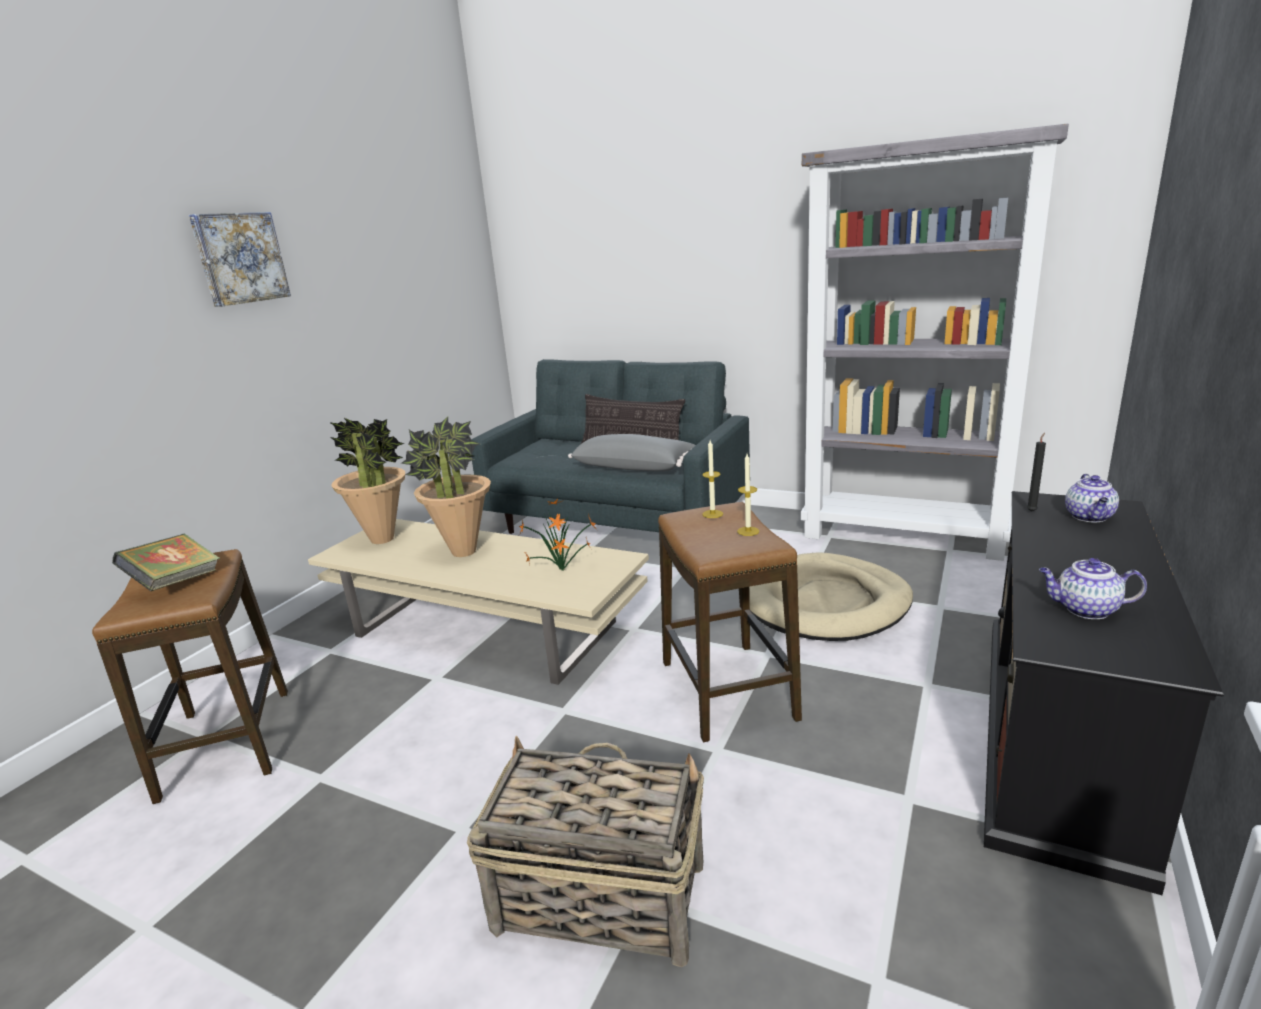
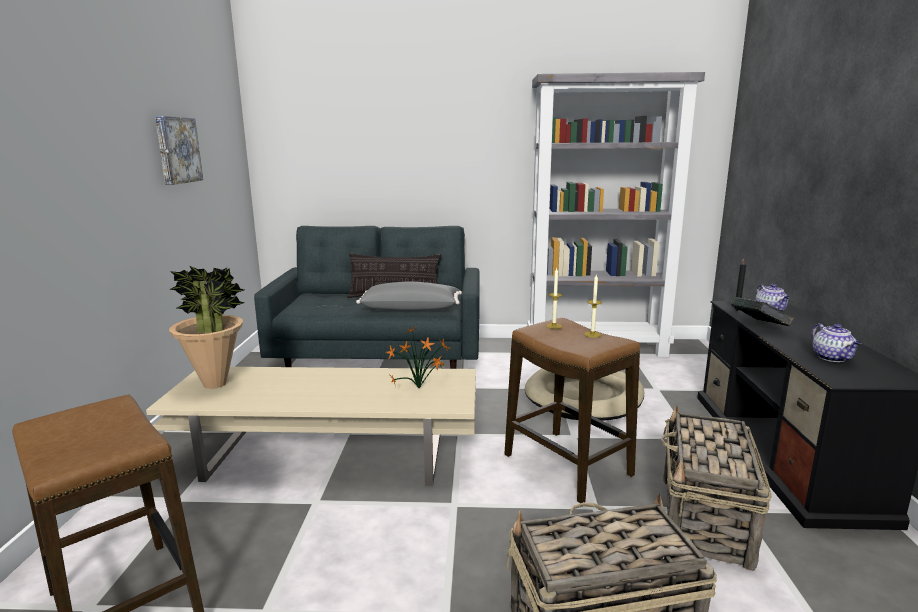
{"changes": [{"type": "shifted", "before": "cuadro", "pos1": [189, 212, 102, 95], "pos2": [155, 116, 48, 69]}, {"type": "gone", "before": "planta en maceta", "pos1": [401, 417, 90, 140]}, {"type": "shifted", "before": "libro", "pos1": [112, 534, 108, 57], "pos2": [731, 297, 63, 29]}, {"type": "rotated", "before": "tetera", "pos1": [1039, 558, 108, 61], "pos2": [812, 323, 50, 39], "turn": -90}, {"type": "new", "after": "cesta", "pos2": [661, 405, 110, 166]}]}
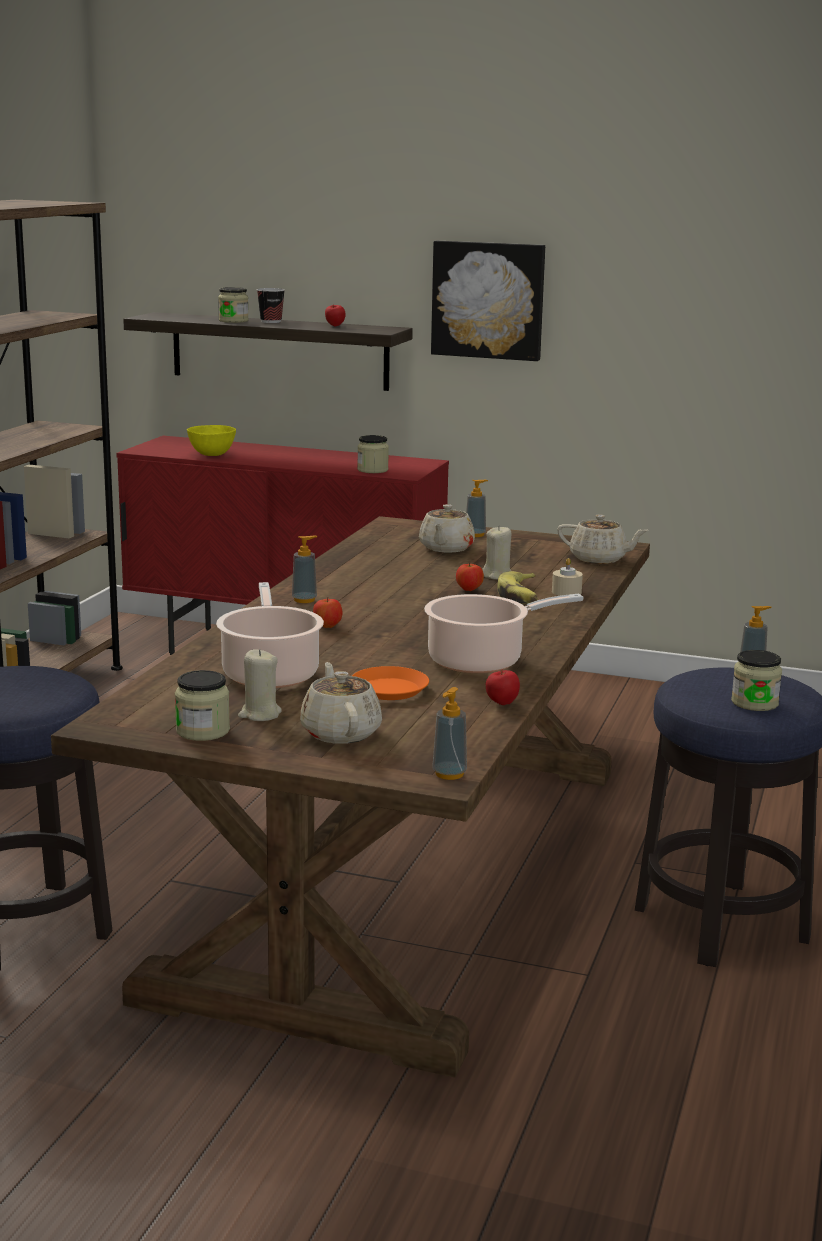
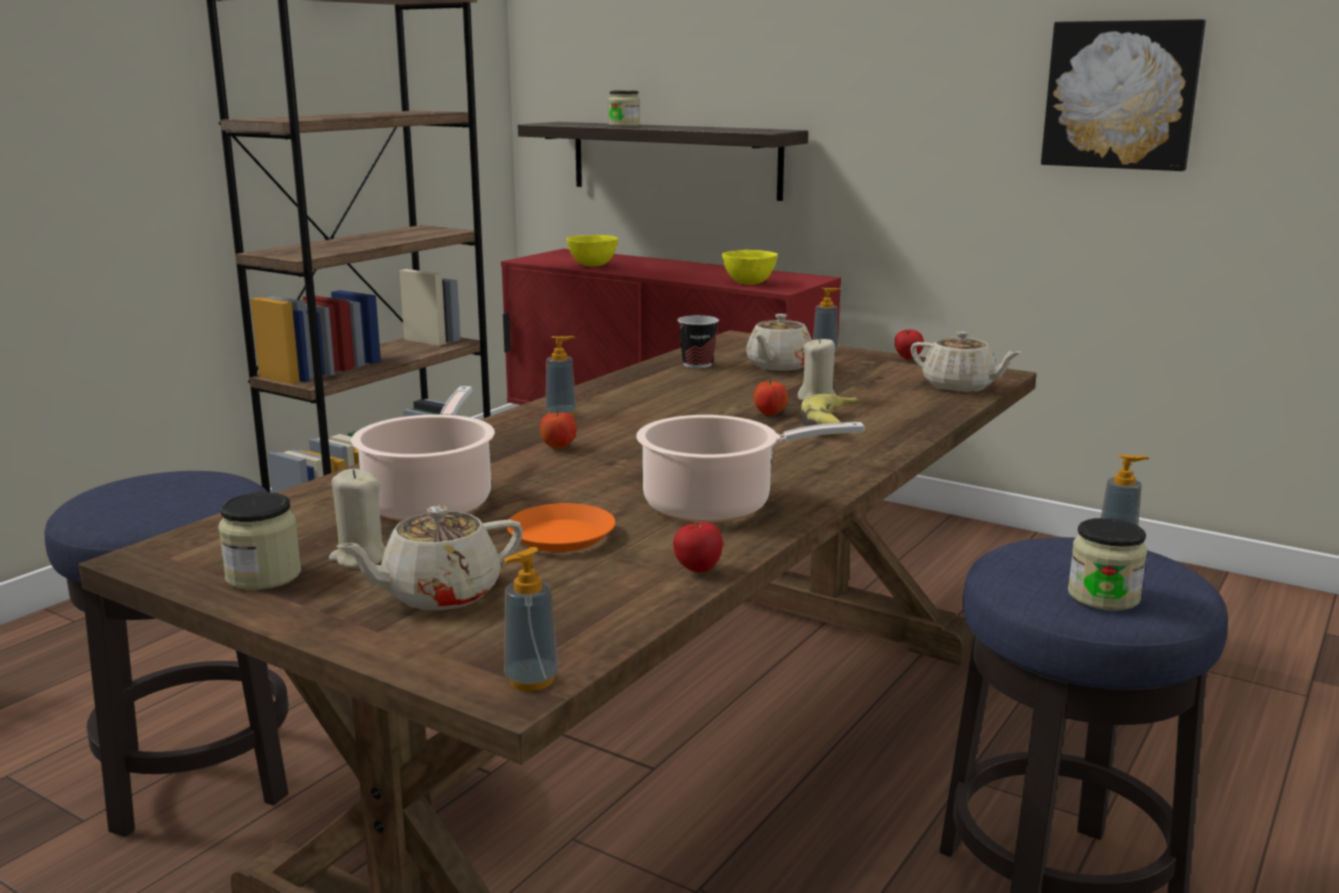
{"changes": [{"type": "shifted", "before": "cuadro", "pos1": [431, 241, 114, 120], "pos2": [1041, 19, 165, 152]}, {"type": "shifted", "before": "taza", "pos1": [256, 288, 29, 35], "pos2": [677, 315, 42, 53]}, {"type": "shifted", "before": "manzana", "pos1": [325, 305, 20, 22], "pos2": [895, 330, 29, 30]}, {"type": "swapped", "before": "tarro", "after": "cuenco [amarillo]", "pos1": [357, 435, 32, 38], "pos2": [722, 250, 56, 35]}, {"type": "gone", "before": "vela [beis]", "pos1": [552, 558, 31, 38]}, {"type": "rotated", "before": "tetera [beis]", "pos1": [300, 662, 82, 82], "pos2": [336, 506, 187, 105], "turn": -120}]}
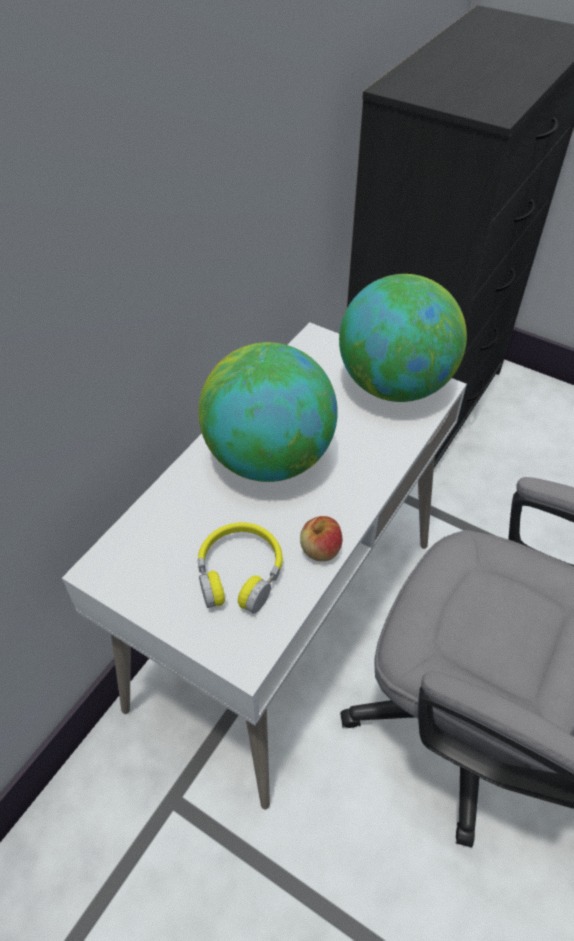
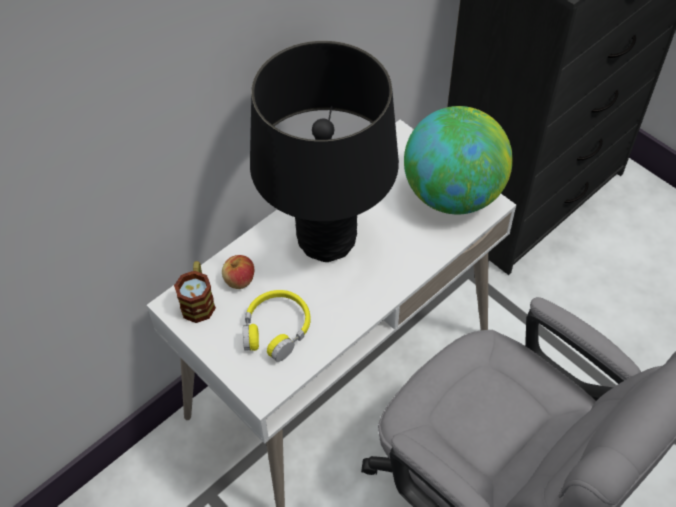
{"changes": [{"type": "swapped", "before": "globo terráqueo", "after": "lámpara de mesa [negro]", "pos1": [198, 342, 140, 140], "pos2": [250, 41, 149, 221]}, {"type": "shifted", "before": "manzana", "pos1": [300, 516, 42, 45], "pos2": [222, 255, 32, 34]}, {"type": "new", "after": "taza grande", "pos2": [174, 261, 42, 62]}]}
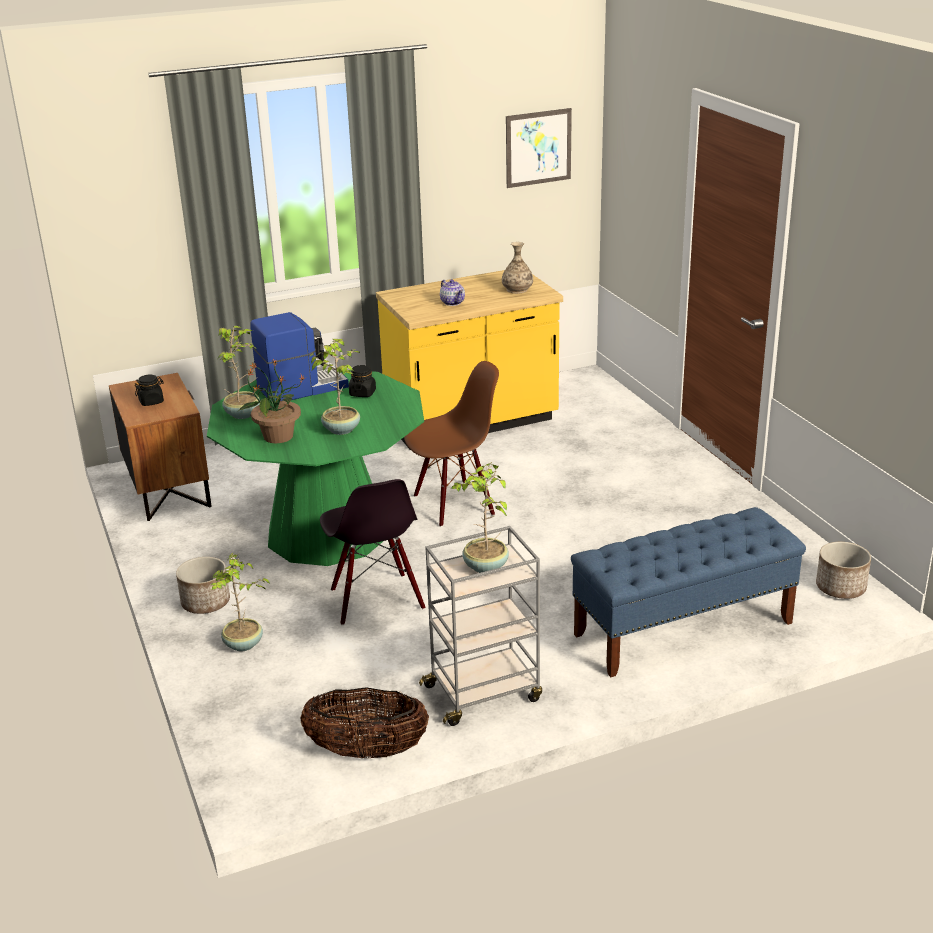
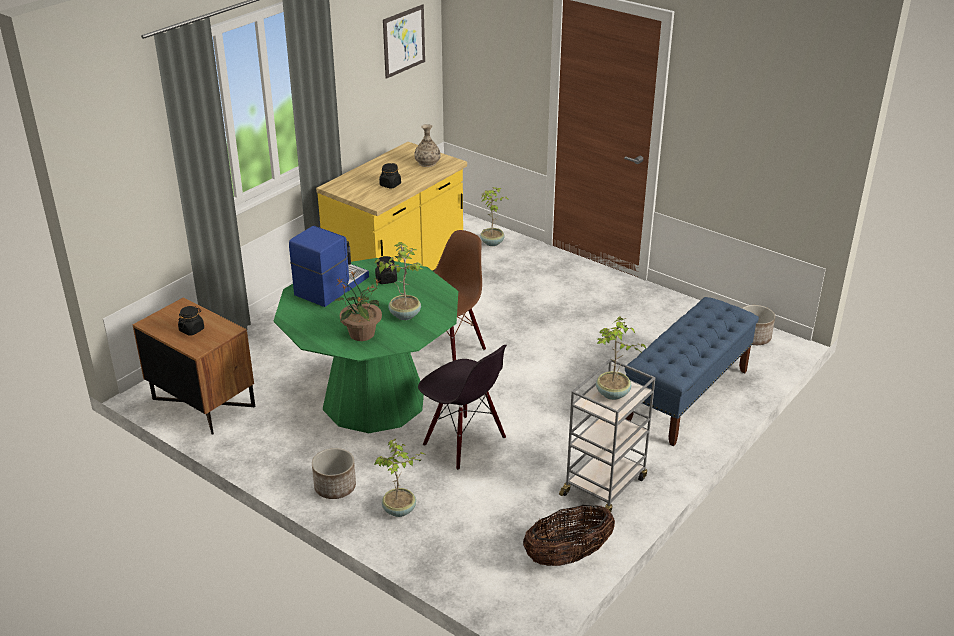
{"changes": [{"type": "swapped", "before": "tetera", "after": "tarro [negro]", "pos1": [440, 279, 25, 27], "pos2": [379, 163, 22, 26]}, {"type": "shifted", "before": "planta en maceta", "pos1": [218, 326, 42, 93], "pos2": [480, 187, 29, 59]}]}
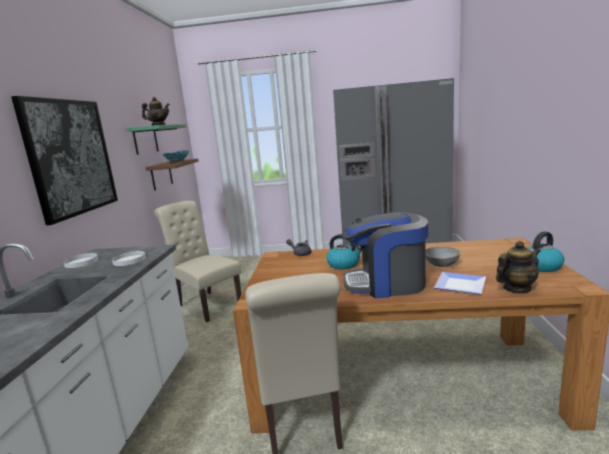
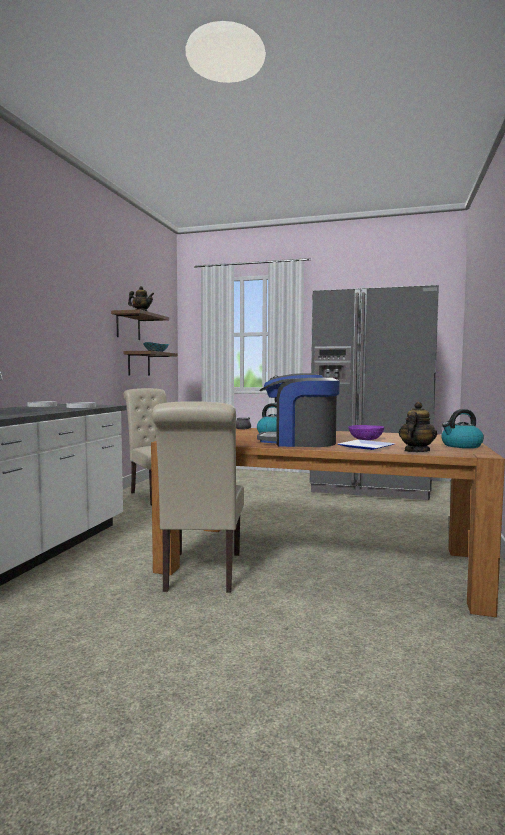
{"changes": [{"type": "gone", "before": "cuadro", "pos1": [11, 96, 107, 129]}, {"type": "repainted", "before": "estante [verde]", "after": "estante [marrón]", "pos1": [127, 124, 59, 31], "pos2": [111, 309, 58, 31]}, {"type": "rotated", "before": "tetera", "pos1": [496, 241, 45, 52], "pos2": [399, 402, 38, 50], "turn": -45}, {"type": "repainted", "before": "cuenco [gris]", "after": "cuenco [morado]", "pos1": [425, 247, 35, 20], "pos2": [348, 425, 36, 15]}]}
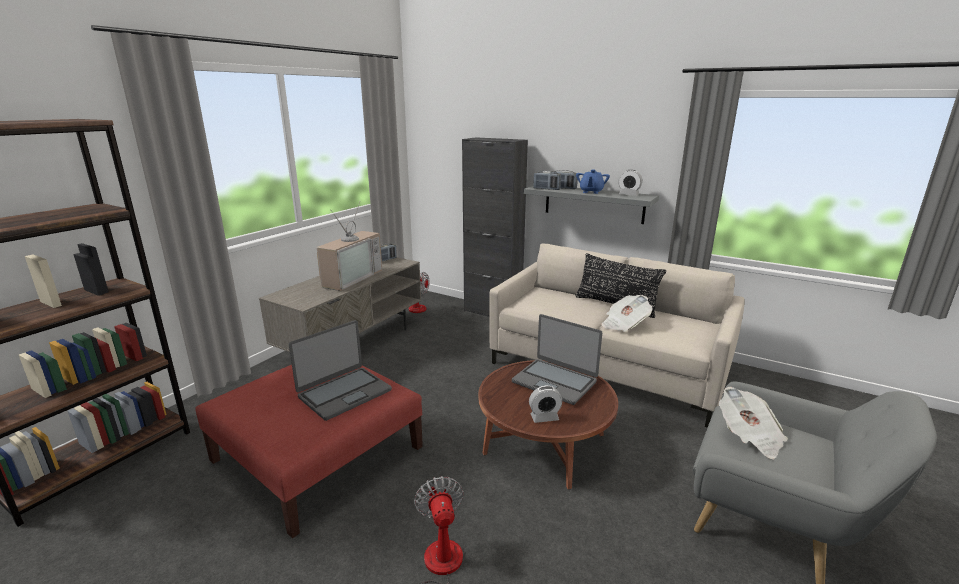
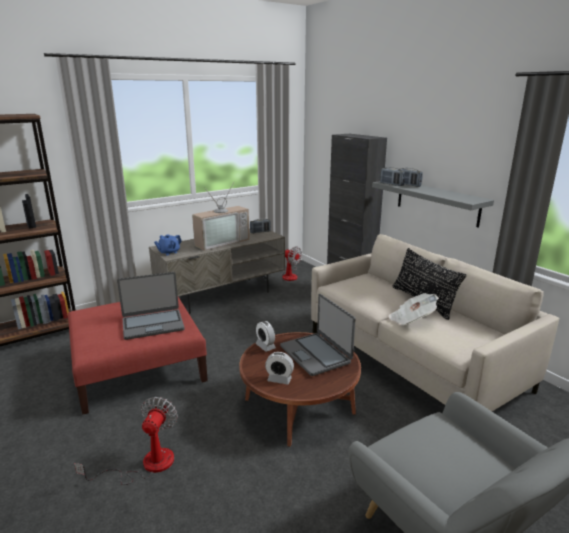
{"changes": [{"type": "shifted", "before": "tetera [azul]", "pos1": [576, 170, 34, 24], "pos2": [154, 235, 28, 20]}, {"type": "shifted", "before": "despertador", "pos1": [618, 170, 24, 26], "pos2": [256, 321, 20, 31]}, {"type": "gone", "before": "periódico", "pos1": [719, 387, 69, 72]}]}
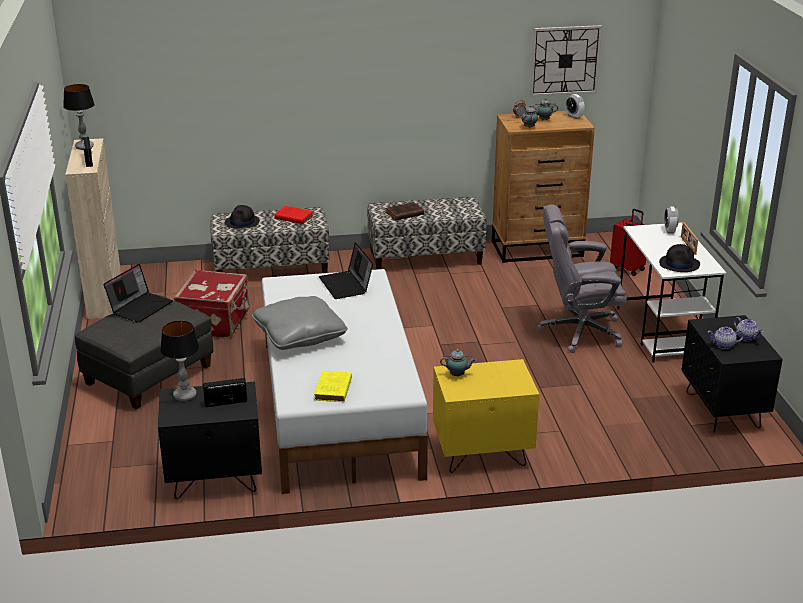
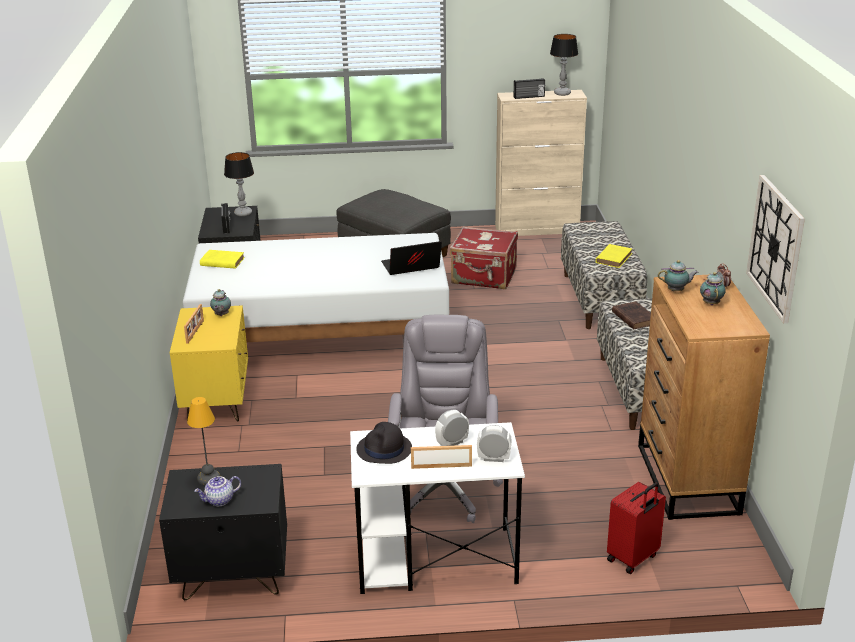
{"changes": [{"type": "shifted", "before": "despertador", "pos1": [566, 94, 19, 25], "pos2": [435, 410, 34, 36]}, {"type": "gone", "before": "sombrero [negro]", "pos1": [225, 205, 35, 23]}, {"type": "repainted", "before": "libro [rojo]", "after": "libro [amarillo]", "pos1": [274, 206, 40, 18], "pos2": [595, 244, 37, 24]}, {"type": "gone", "before": "portátil", "pos1": [104, 264, 69, 59]}, {"type": "gone", "before": "cojín [gris]", "pos1": [252, 296, 96, 54]}, {"type": "swapped", "before": "tetera", "after": "lámpara de mesa", "pos1": [708, 326, 36, 23], "pos2": [187, 397, 33, 88]}, {"type": "new", "after": "portarretratos", "pos2": [184, 304, 20, 40]}]}
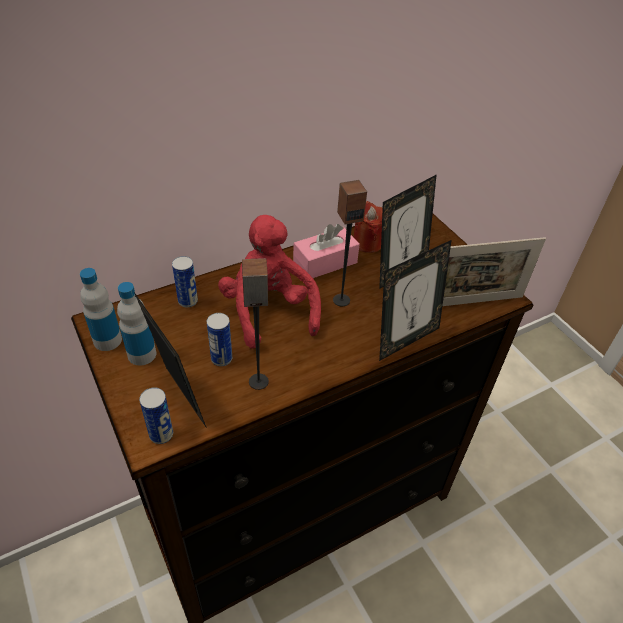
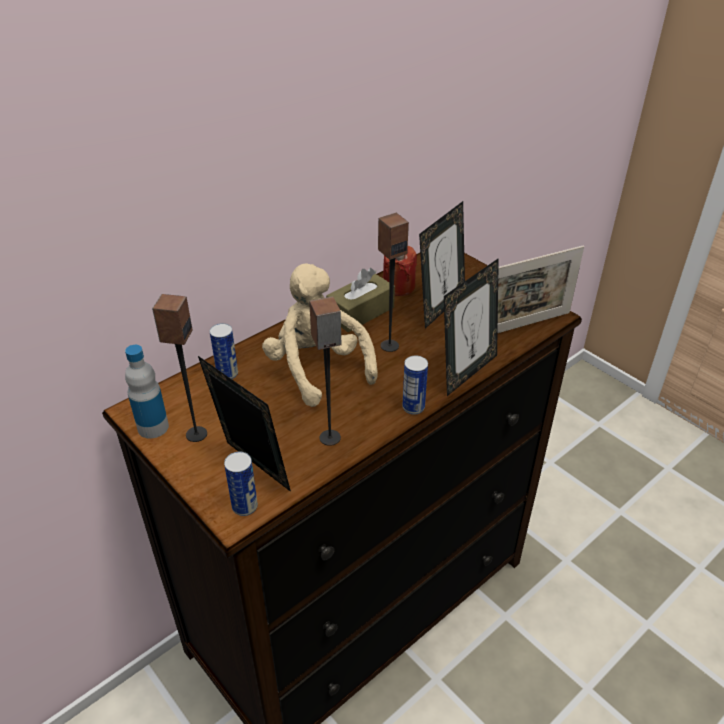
{"changes": [{"type": "repainted", "before": "peluche [rojo]", "after": "peluche [beis]", "pos1": [218, 215, 103, 134], "pos2": [262, 263, 116, 144]}, {"type": "repainted", "before": "caja de pañuelos [rosa]", "after": "caja de pañuelos [marrón]", "pos1": [293, 224, 67, 54], "pos2": [326, 268, 69, 64]}, {"type": "swapped", "before": "botella", "after": "altavoz", "pos1": [117, 282, 39, 84], "pos2": [152, 294, 55, 148]}, {"type": "shifted", "before": "lata", "pos1": [207, 313, 25, 53], "pos2": [402, 355, 26, 60]}]}
